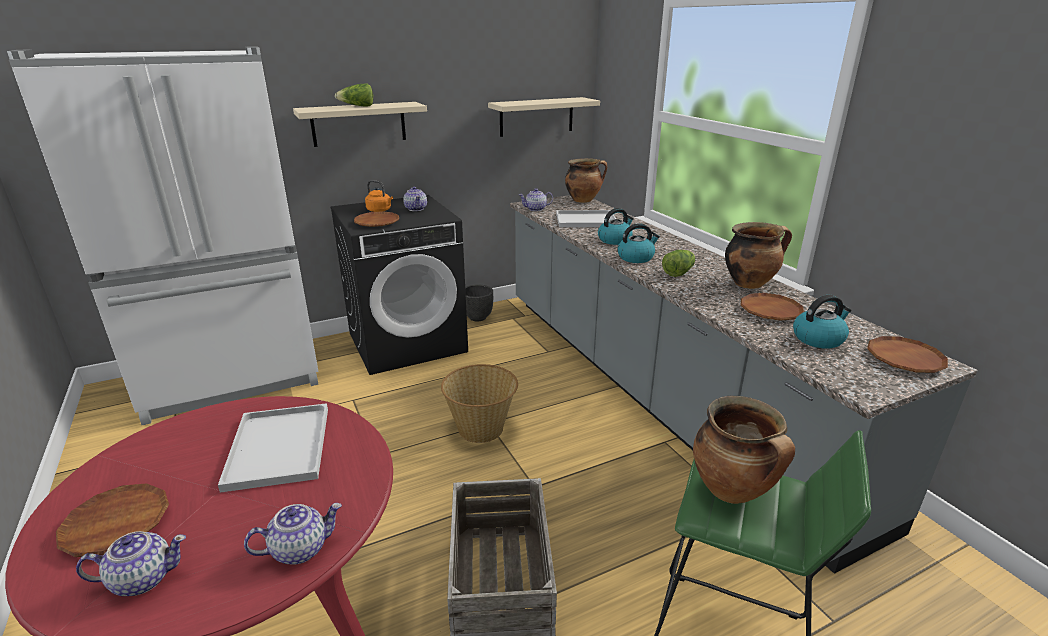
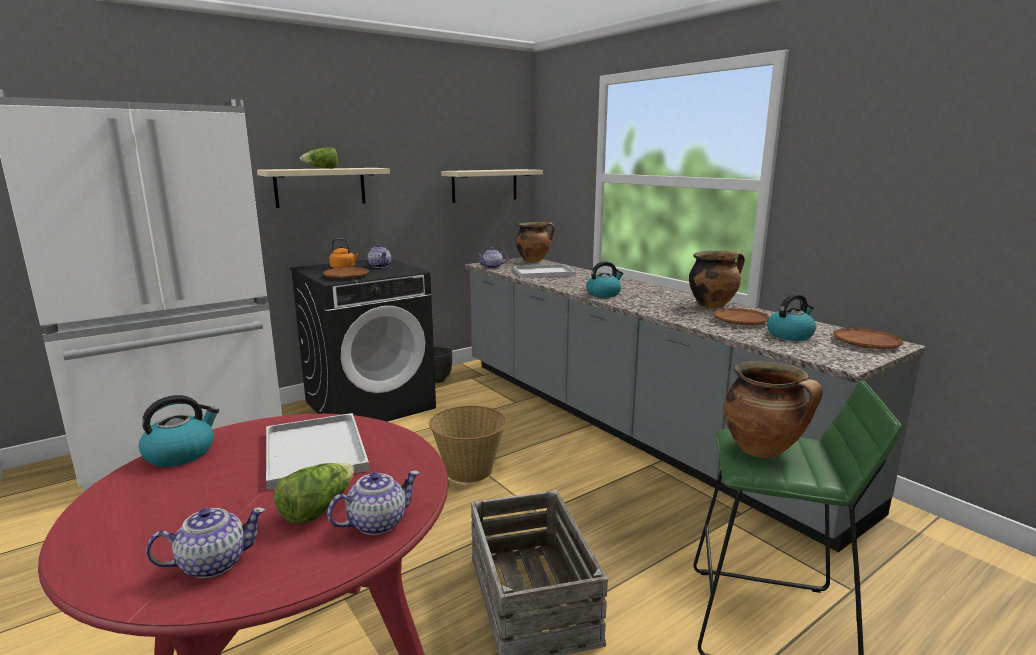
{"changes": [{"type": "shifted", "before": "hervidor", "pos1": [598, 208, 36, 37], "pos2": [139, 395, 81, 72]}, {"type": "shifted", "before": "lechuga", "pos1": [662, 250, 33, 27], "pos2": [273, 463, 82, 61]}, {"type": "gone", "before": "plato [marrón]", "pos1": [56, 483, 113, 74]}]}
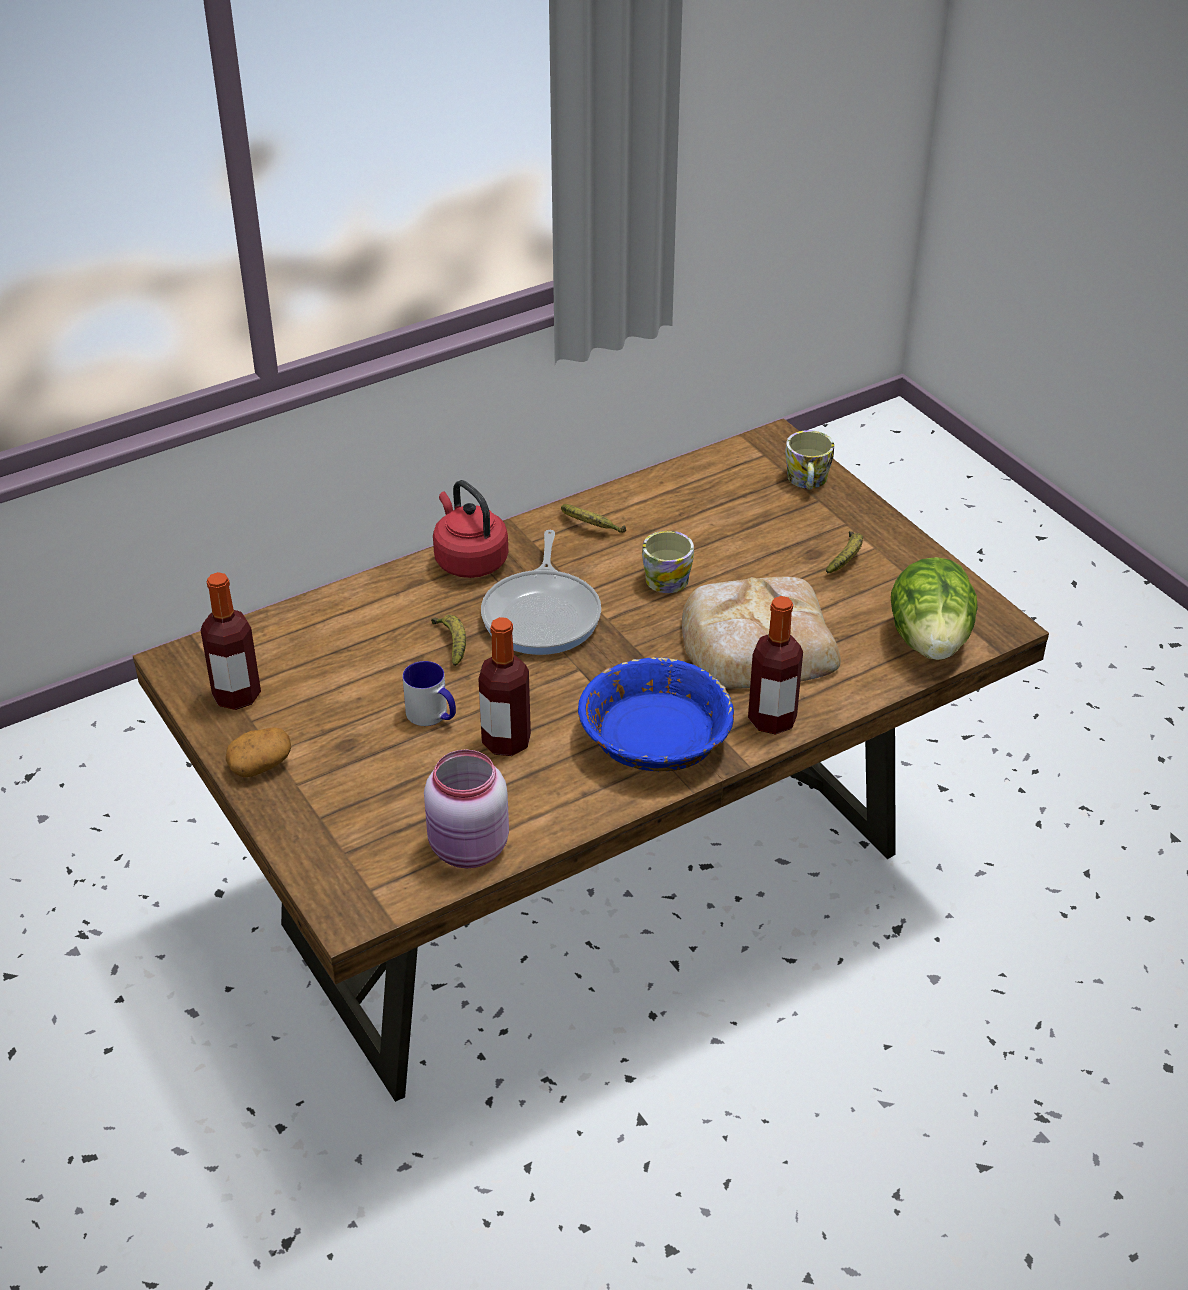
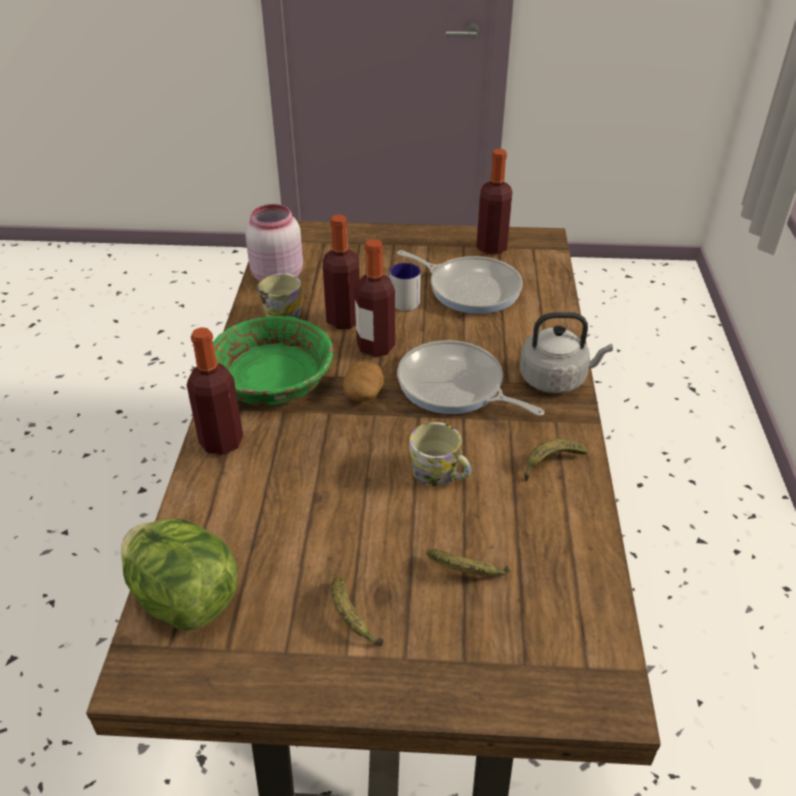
{"changes": [{"type": "shifted", "before": "taza grande", "pos1": [785, 430, 49, 60], "pos2": [257, 273, 45, 45]}, {"type": "repainted", "before": "hervidor [rojo]", "after": "hervidor [gris]", "pos1": [433, 480, 75, 98], "pos2": [520, 312, 93, 81]}, {"type": "gone", "before": "pan", "pos1": [682, 577, 159, 112]}, {"type": "shifted", "before": "plátano", "pos1": [431, 615, 35, 51], "pos2": [426, 549, 84, 27]}, {"type": "repainted", "before": "cuenco [azul]", "after": "cuenco [verde]", "pos1": [578, 657, 156, 114], "pos2": [213, 316, 121, 90]}, {"type": "shifted", "before": "patata", "pos1": [226, 727, 65, 50], "pos2": [343, 361, 41, 40]}, {"type": "new", "after": "botella", "pos2": [355, 239, 40, 118]}, {"type": "new", "after": "sartén", "pos2": [397, 250, 126, 64]}]}
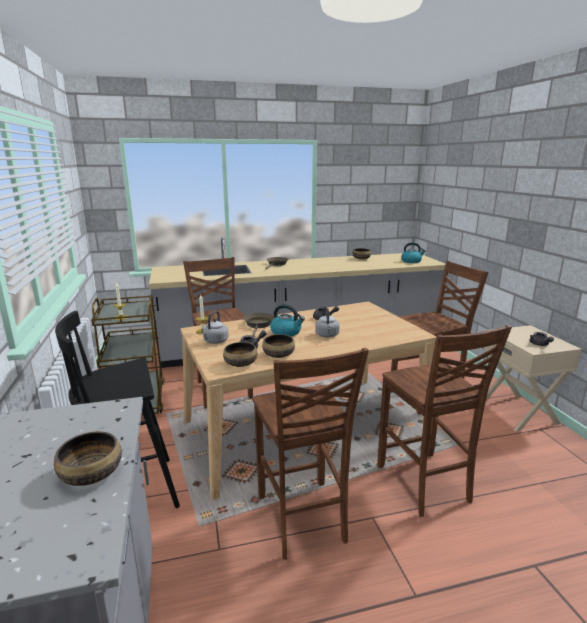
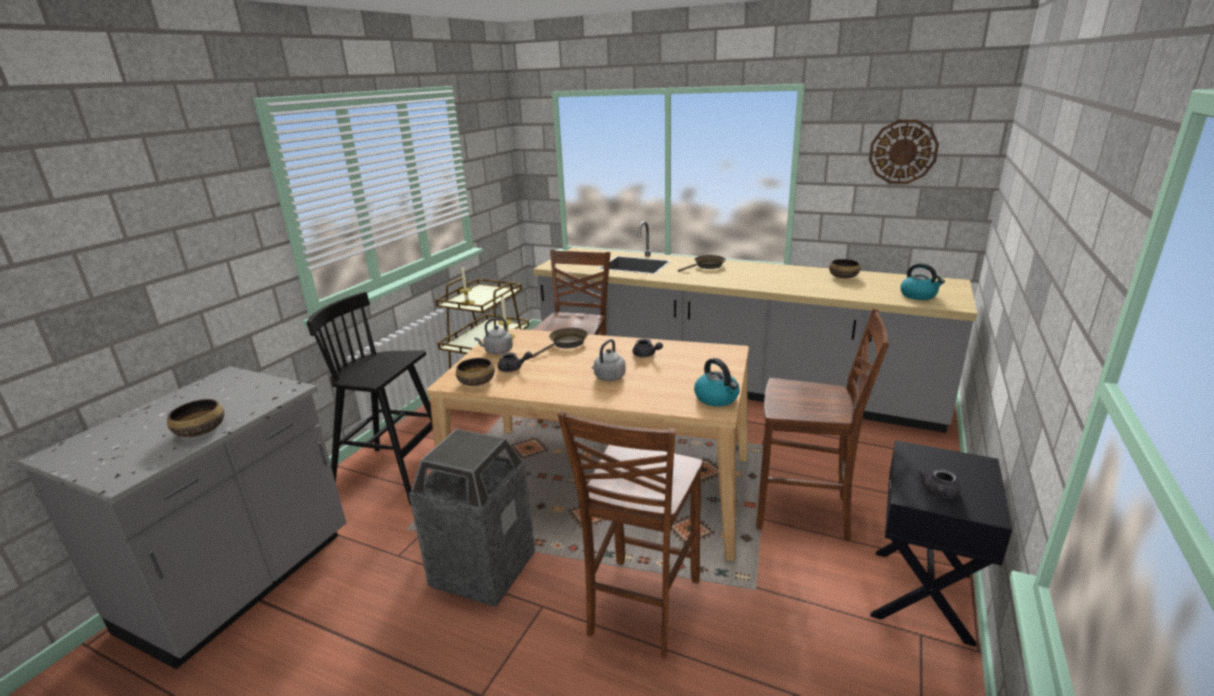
{"changes": [{"type": "shifted", "before": "hervidor", "pos1": [270, 304, 35, 33], "pos2": [694, 358, 46, 49]}, {"type": "repainted", "before": "mesita de noche [beis]", "after": "mesita de noche [negro]", "pos1": [484, 325, 98, 107], "pos2": [870, 440, 142, 207]}, {"type": "gone", "before": "cuenco", "pos1": [262, 334, 33, 24]}, {"type": "swapped", "before": "silla [marrón]", "after": "papelera", "pos1": [252, 348, 117, 212], "pos2": [409, 429, 126, 178]}, {"type": "new", "after": "reloj de pared", "pos2": [869, 120, 70, 64]}]}
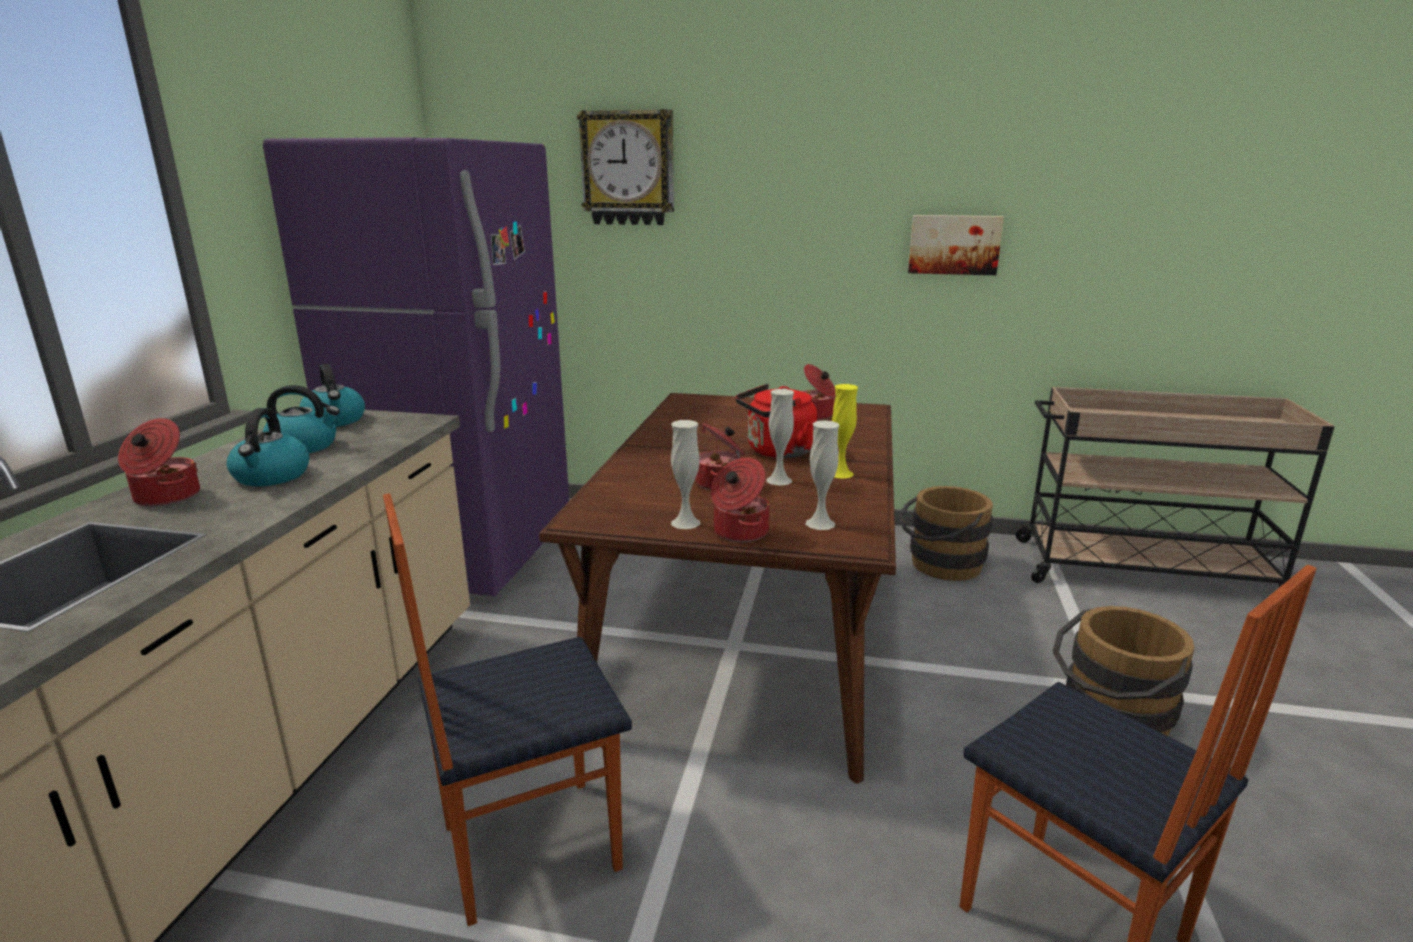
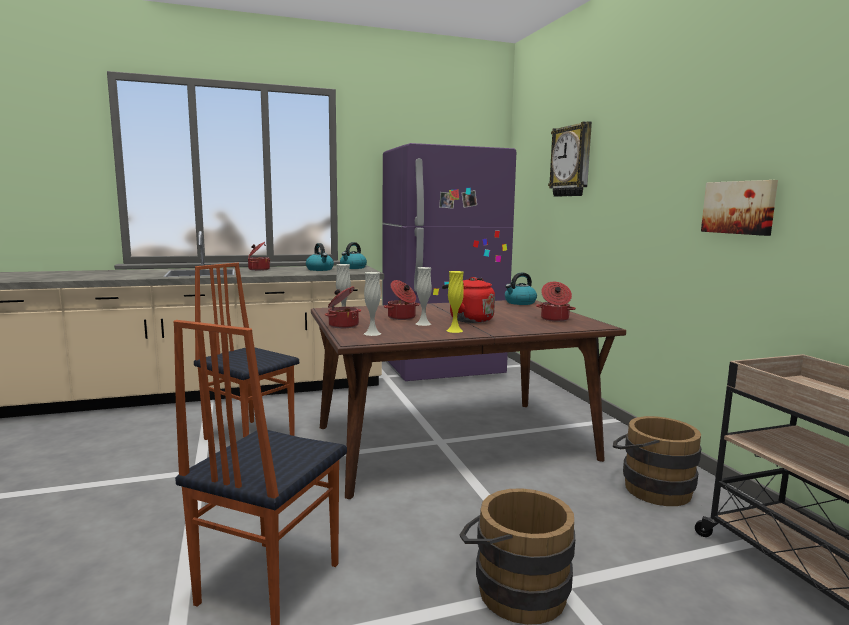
{"changes": [{"type": "shifted", "before": "hervidor", "pos1": [227, 408, 82, 78], "pos2": [505, 273, 32, 32]}]}
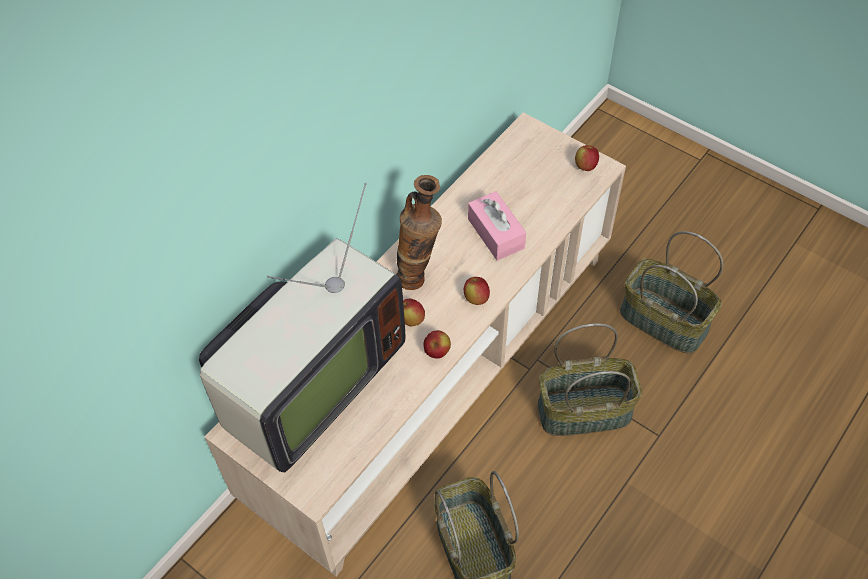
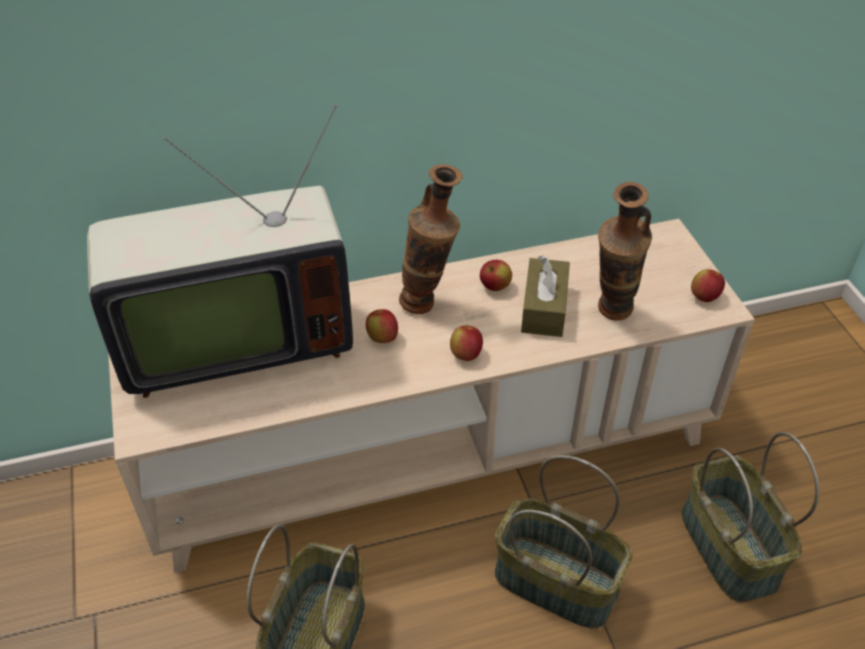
{"changes": [{"type": "repainted", "before": "caja de pañuelos [rosa]", "after": "caja de pañuelos [marrón]", "pos1": [468, 191, 58, 70], "pos2": [521, 256, 49, 81]}, {"type": "shifted", "before": "manzana", "pos1": [423, 330, 28, 29], "pos2": [480, 260, 32, 31]}, {"type": "new", "after": "florero", "pos2": [598, 182, 54, 139]}]}
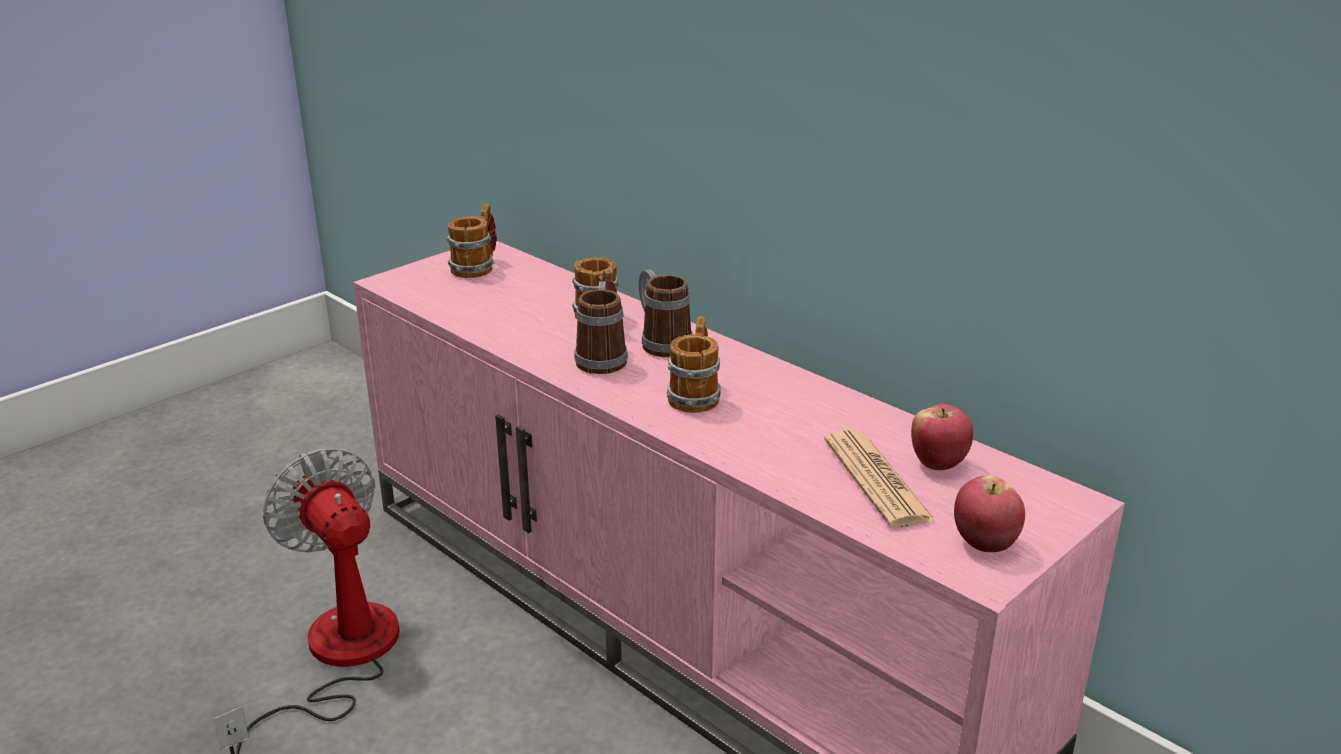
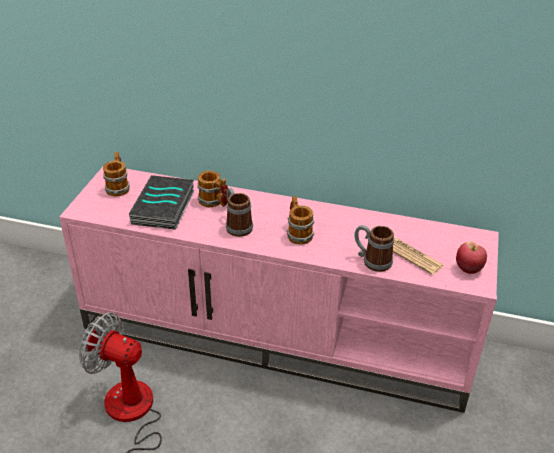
{"changes": [{"type": "shifted", "before": "taza grande", "pos1": [638, 269, 55, 88], "pos2": [354, 225, 40, 47]}, {"type": "gone", "before": "manzana", "pos1": [911, 404, 62, 66]}, {"type": "new", "after": "libro", "pos2": [129, 175, 66, 55]}]}
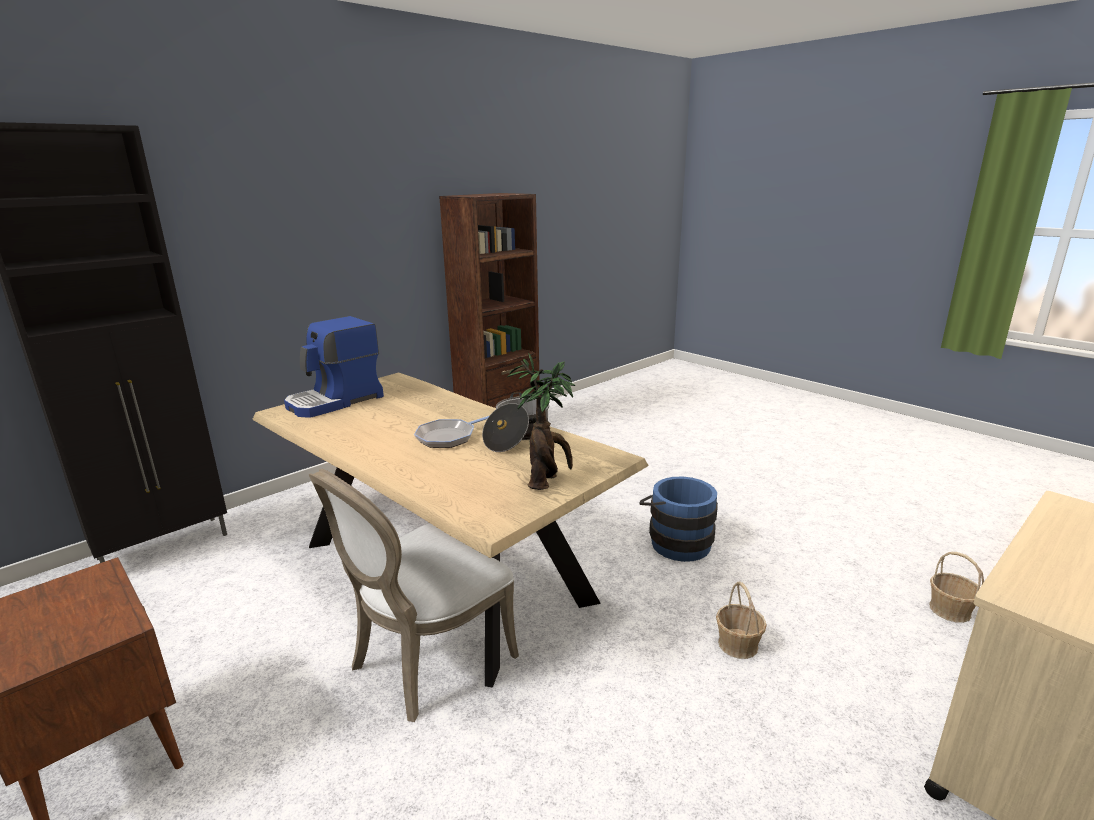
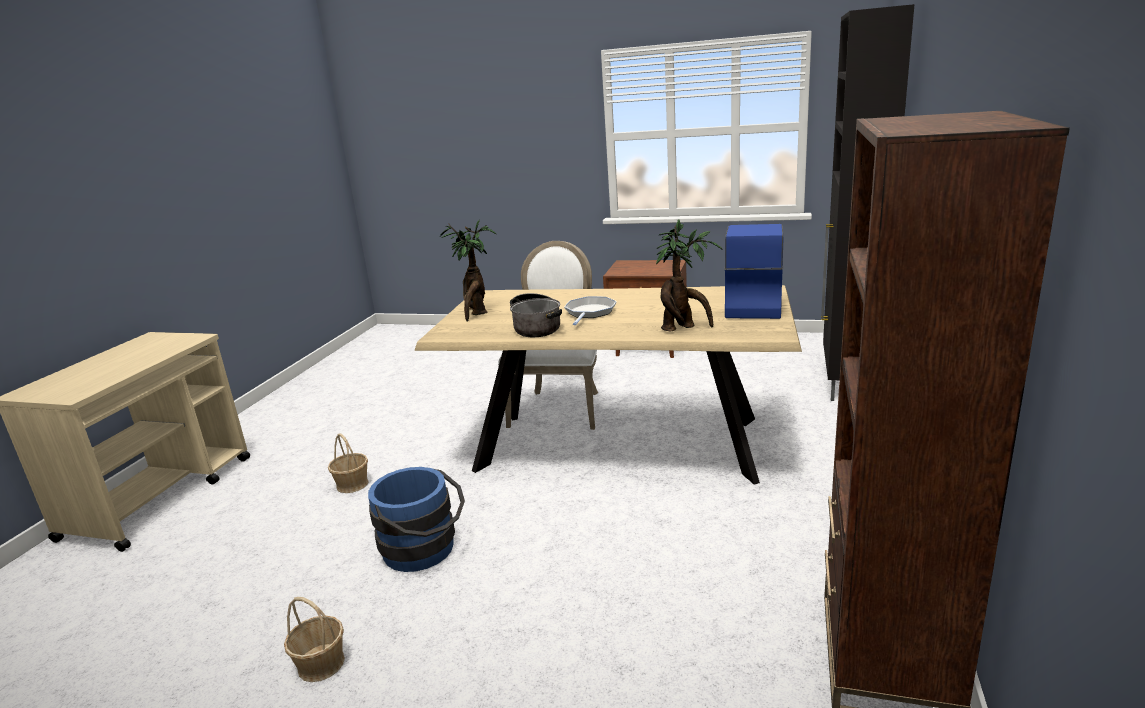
{"changes": [{"type": "shifted", "before": "cesta", "pos1": [929, 552, 55, 71], "pos2": [284, 597, 61, 85]}, {"type": "new", "after": "planta en maceta", "pos2": [656, 219, 67, 112]}]}
